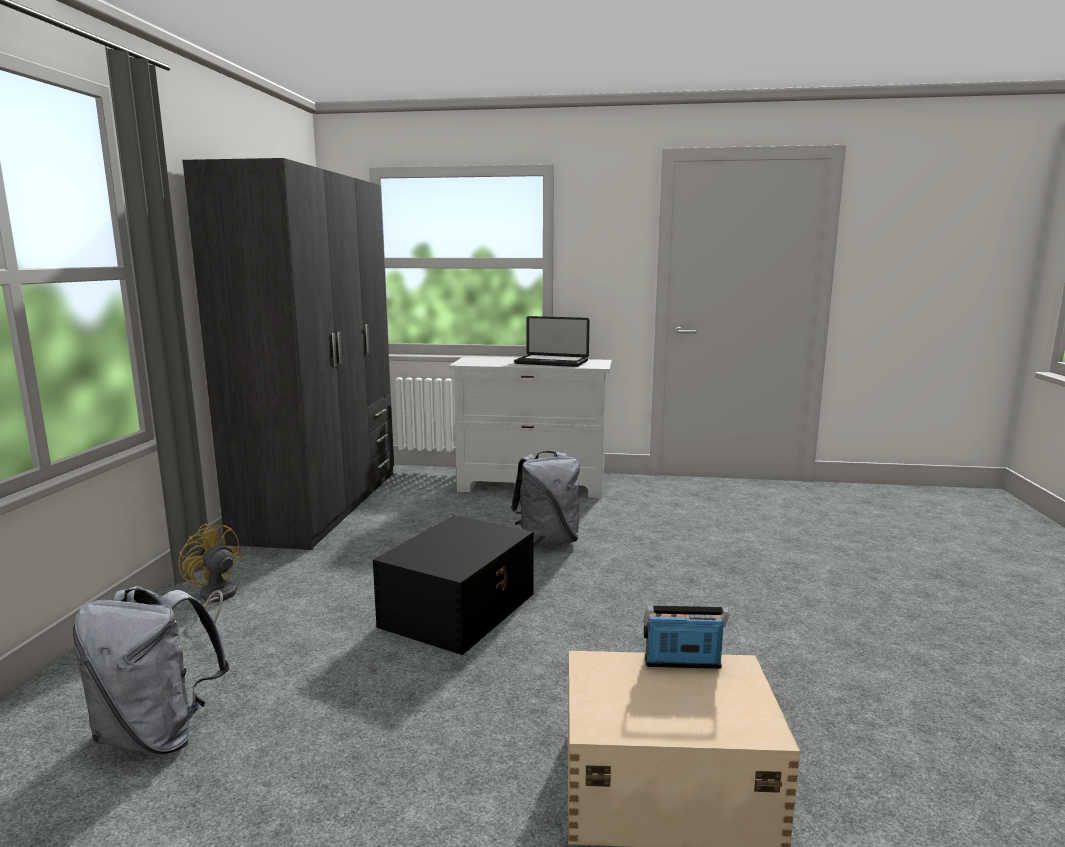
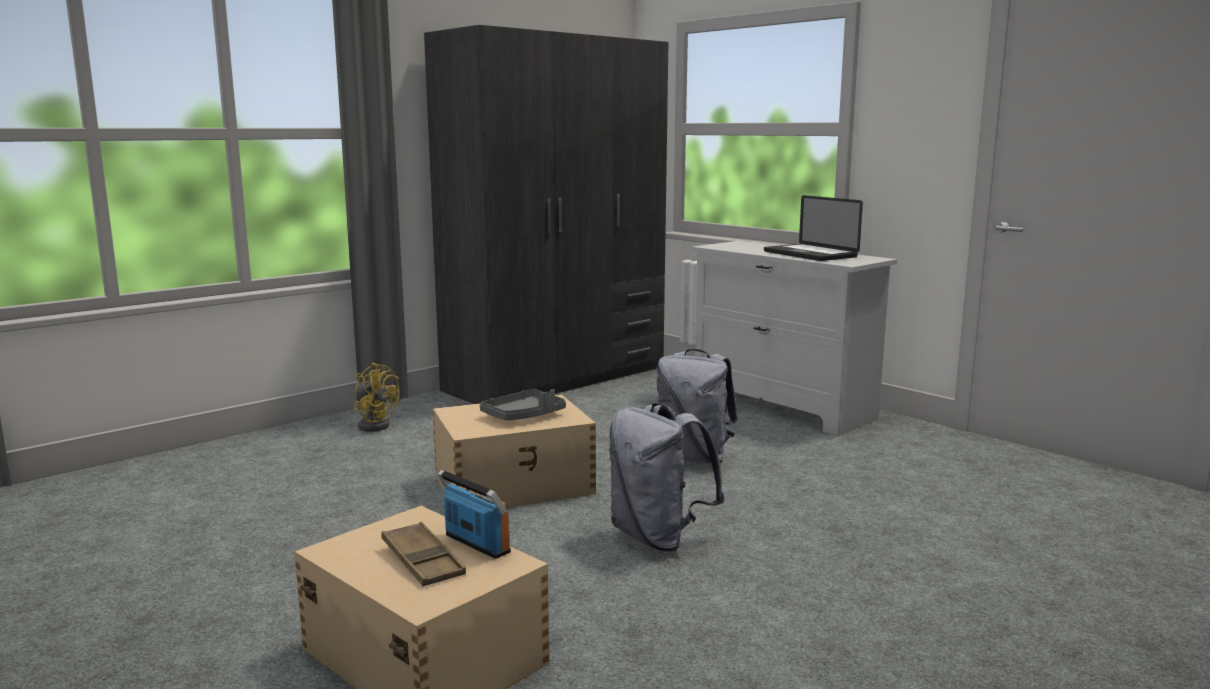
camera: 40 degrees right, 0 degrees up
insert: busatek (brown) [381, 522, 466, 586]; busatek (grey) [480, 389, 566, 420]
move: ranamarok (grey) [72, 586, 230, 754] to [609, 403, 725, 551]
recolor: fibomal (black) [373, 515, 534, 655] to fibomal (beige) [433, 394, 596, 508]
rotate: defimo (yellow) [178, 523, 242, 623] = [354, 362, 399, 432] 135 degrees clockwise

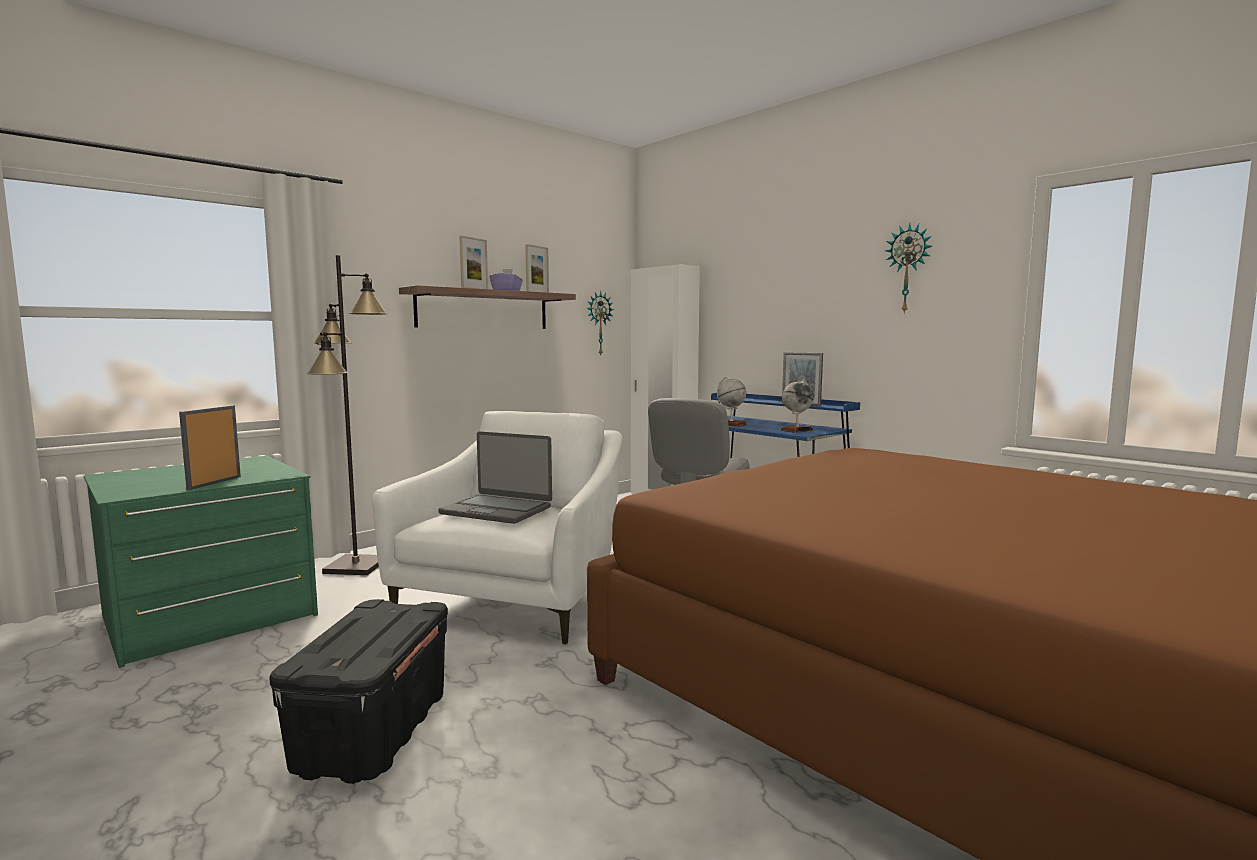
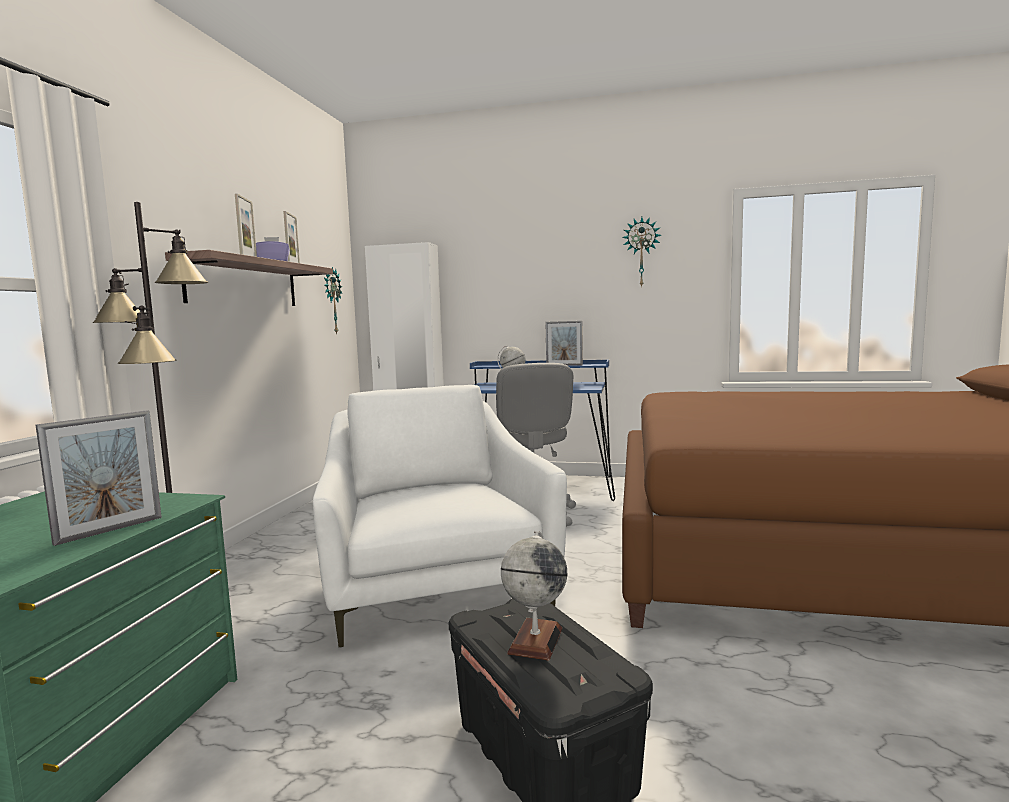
camera: 35 degrees left, 0 degrees up
delete: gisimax [438, 431, 552, 524]
move: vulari [780, 379, 814, 433] to [501, 531, 567, 661]
rotate: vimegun [179, 405, 241, 490] = [36, 410, 162, 546] 120 degrees counterclockwise

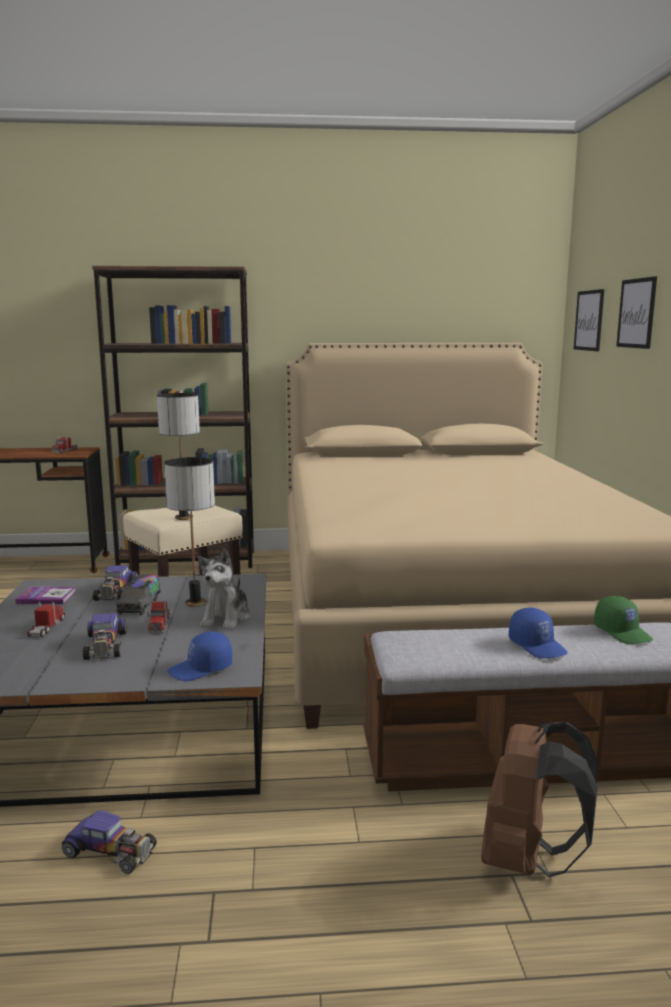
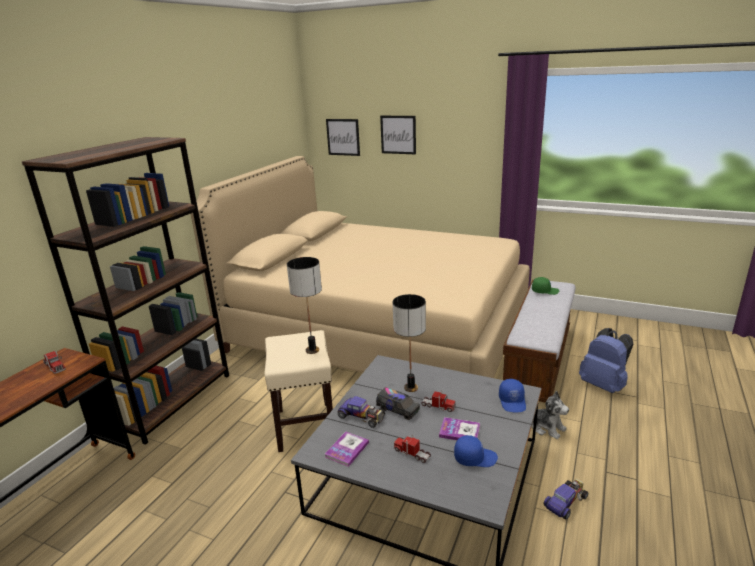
camera: 60 degrees left, 10 degrees up
move: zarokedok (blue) [509, 608, 568, 659] to [454, 435, 498, 467]; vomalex [198, 548, 250, 630] to [532, 391, 569, 439]
replace: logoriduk [83, 613, 126, 660] to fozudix [439, 417, 480, 440]
recolor: ranamarok (brown) [481, 722, 599, 877] to ranamarok (blue) [579, 328, 634, 393]

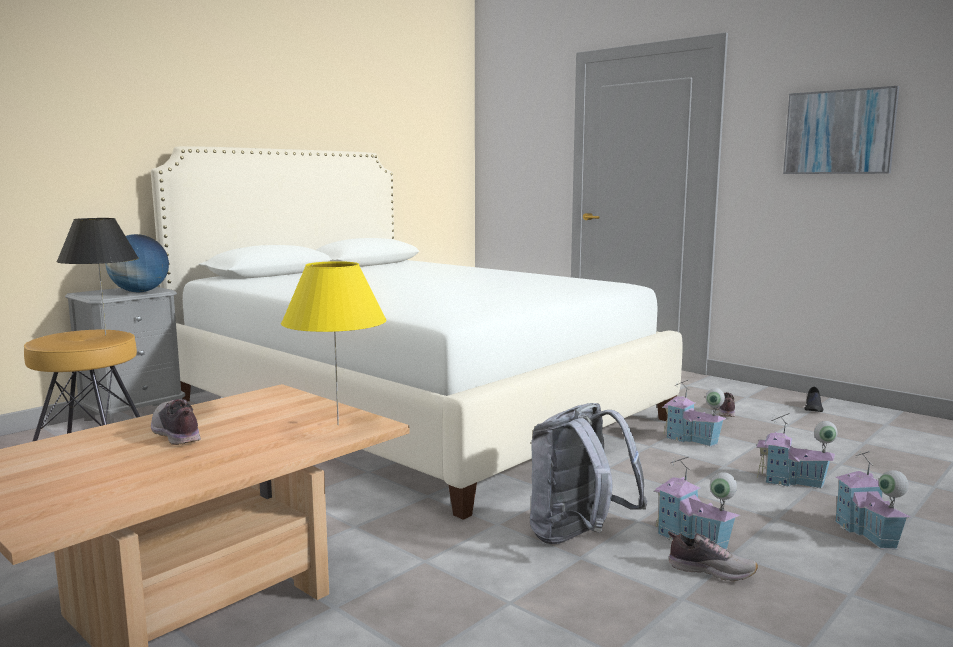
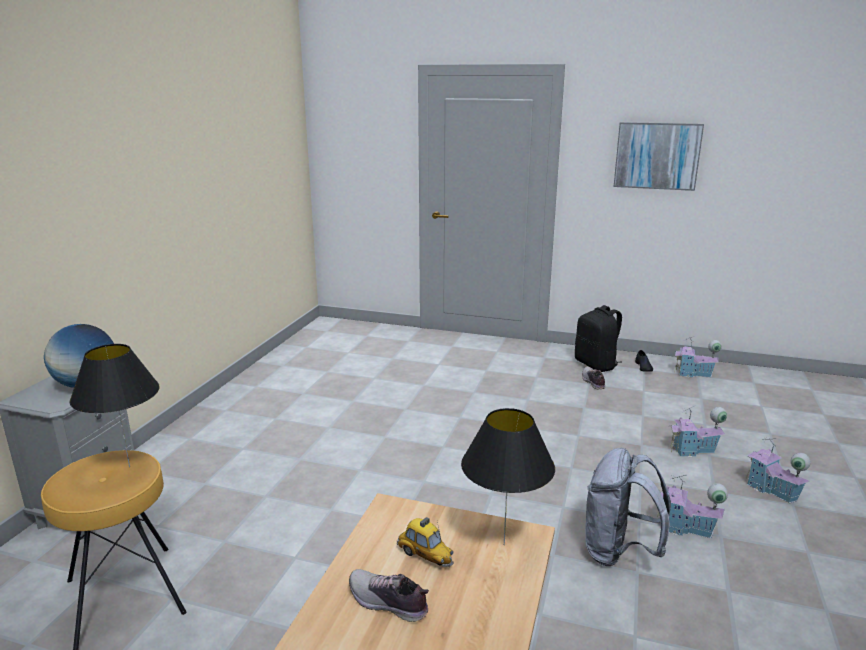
camera: 25 degrees left, 10 degrees up
delete: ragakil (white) [151, 146, 683, 520]; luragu [668, 531, 758, 581]
insert: logoriduk [396, 517, 453, 567]; ranamarok (black) [575, 305, 622, 372]
move: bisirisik [662, 380, 727, 447] to [674, 336, 722, 378]
recolor: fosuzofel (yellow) [281, 261, 387, 425] to fosuzofel (black) [461, 408, 555, 545]

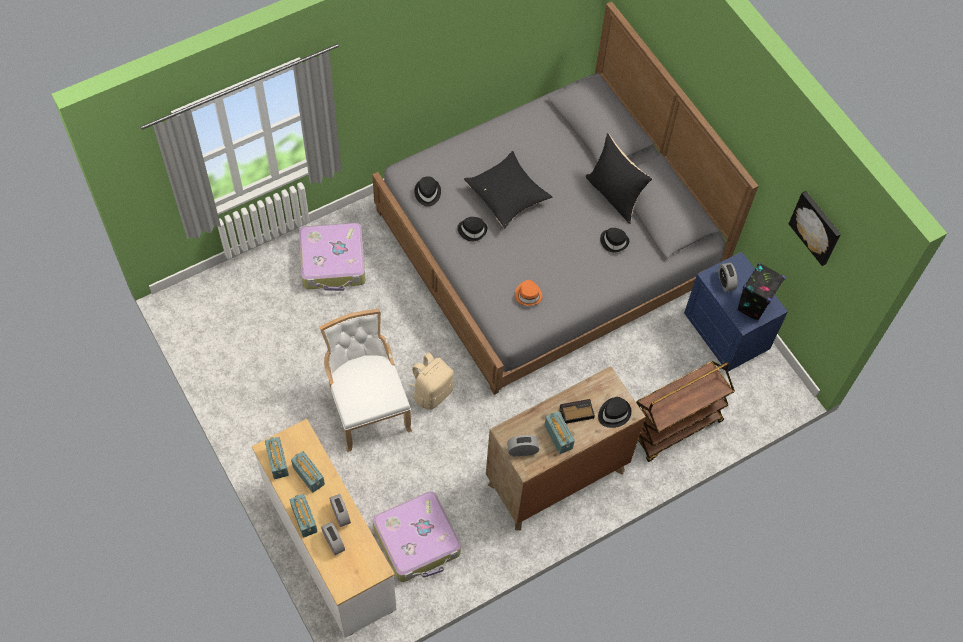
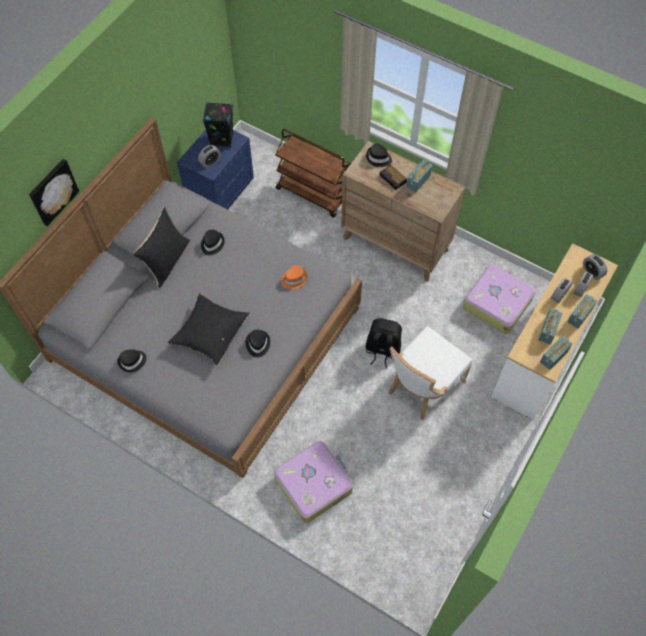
camera: 115 degrees left, 0 degrees up
move: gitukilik [789, 191, 841, 266] to [29, 159, 79, 226]; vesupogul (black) [414, 176, 441, 207] to [117, 349, 147, 372]; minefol [507, 435, 539, 457] to [583, 254, 607, 280]
recolor: ranamarok (beige) [409, 352, 454, 410] to ranamarok (black) [366, 318, 402, 368]

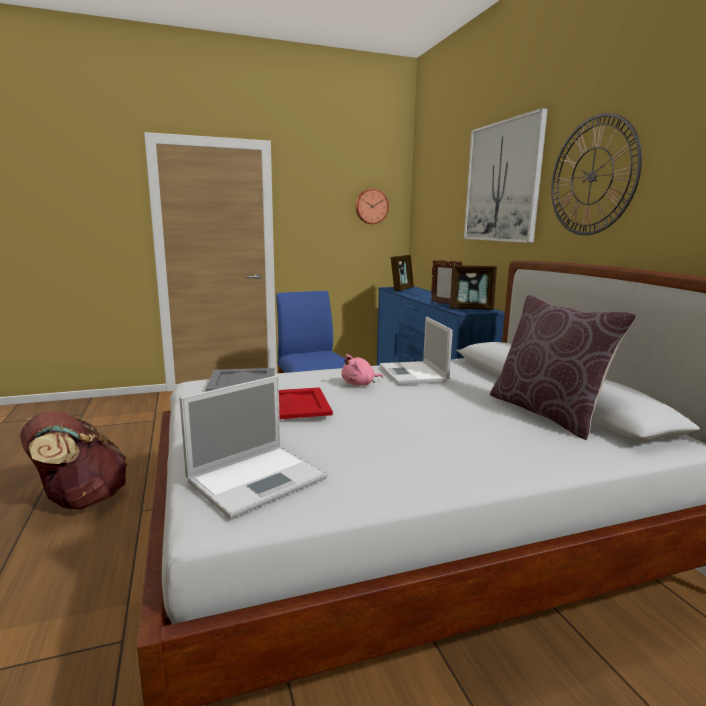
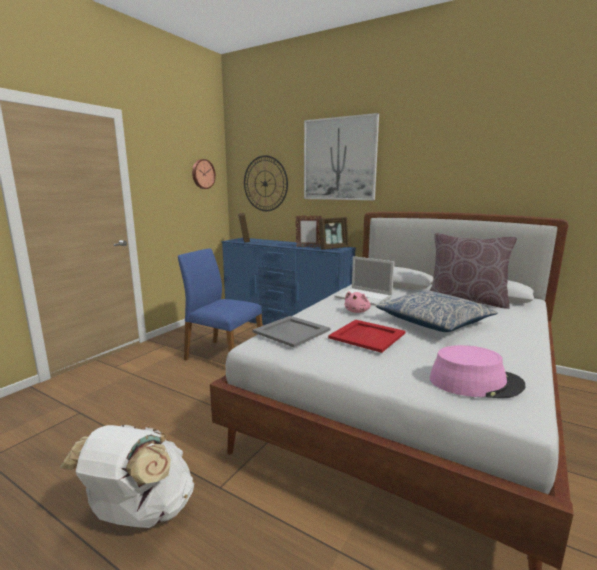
camera: 40 degrees left, 0 degrees up
insert: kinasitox [376, 291, 497, 332]
move: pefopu [551, 113, 642, 235] to [244, 155, 288, 211]
replace: gisimax [179, 376, 327, 519] to vesupogul (pink) [429, 345, 525, 398]
recolor: ranamarok (brown) [20, 411, 128, 509] to ranamarok (white) [59, 424, 194, 528]

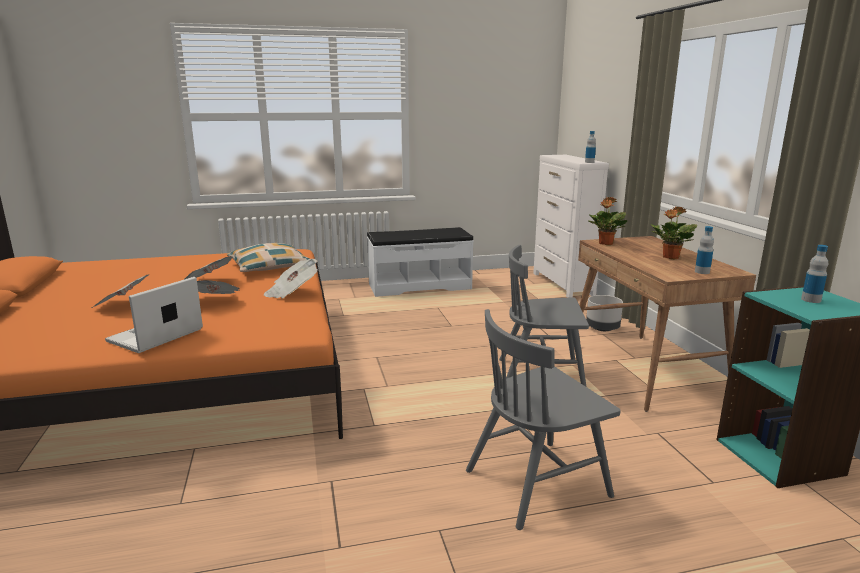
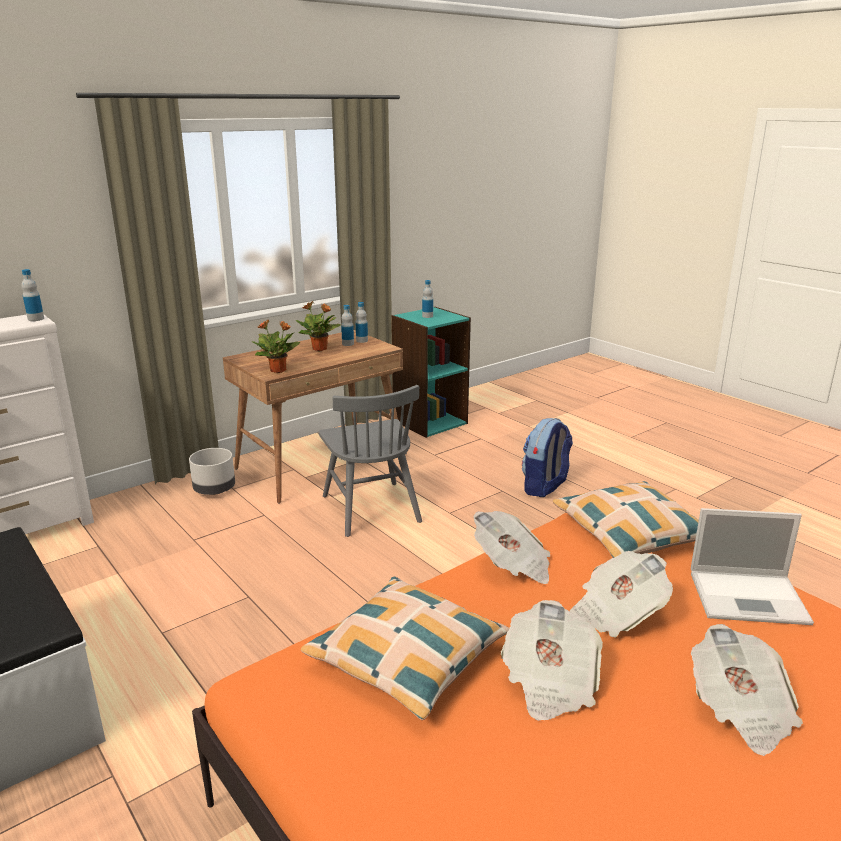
camera: 115 degrees left, 5 degrees up
insert: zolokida [341, 305, 354, 346]; kinasitox [553, 481, 699, 558]
replace: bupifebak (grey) [466, 309, 621, 530] to ranamarok [522, 418, 573, 497]

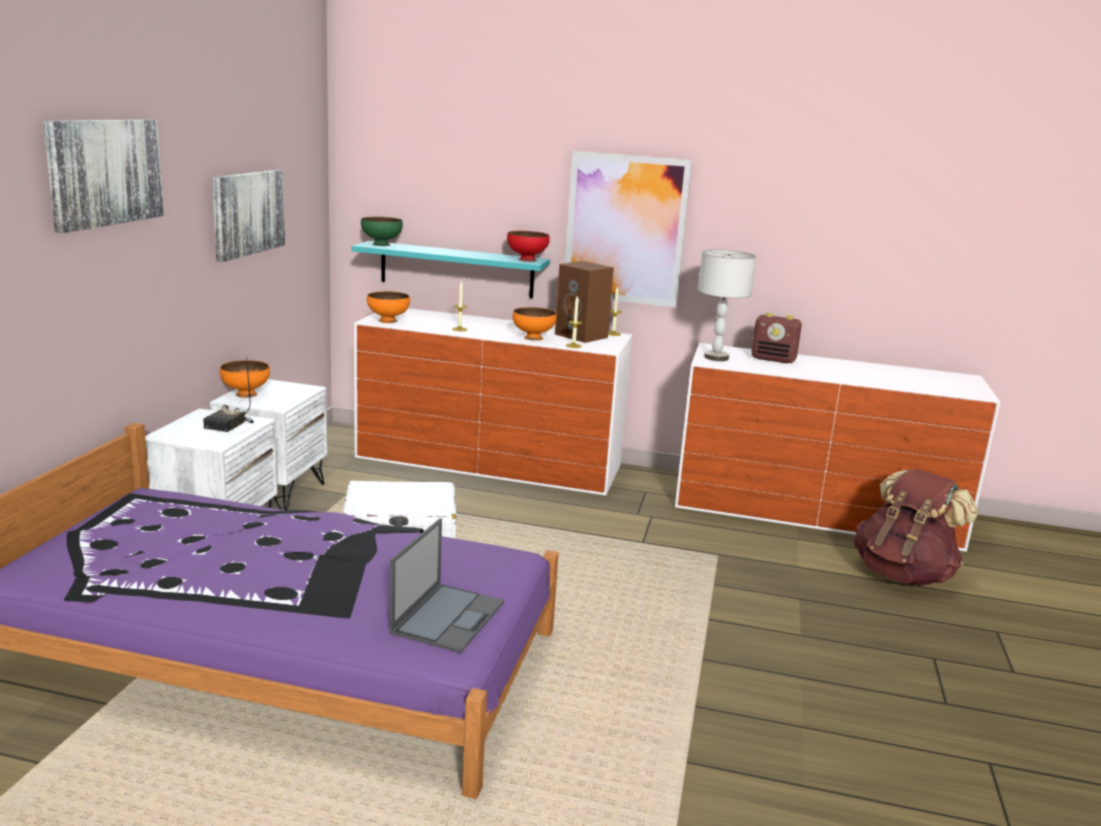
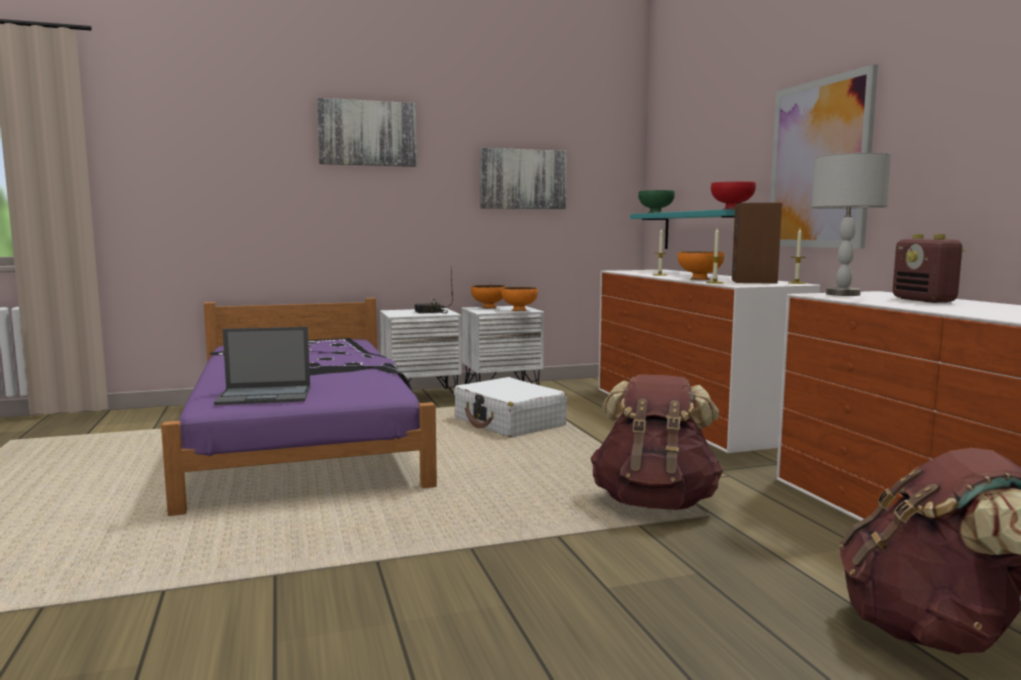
camera: 60 degrees right, 10 degrees down
insert: ranamarok (brown) [590, 374, 723, 510]
move: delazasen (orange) [367, 291, 410, 323] to [501, 287, 538, 311]

